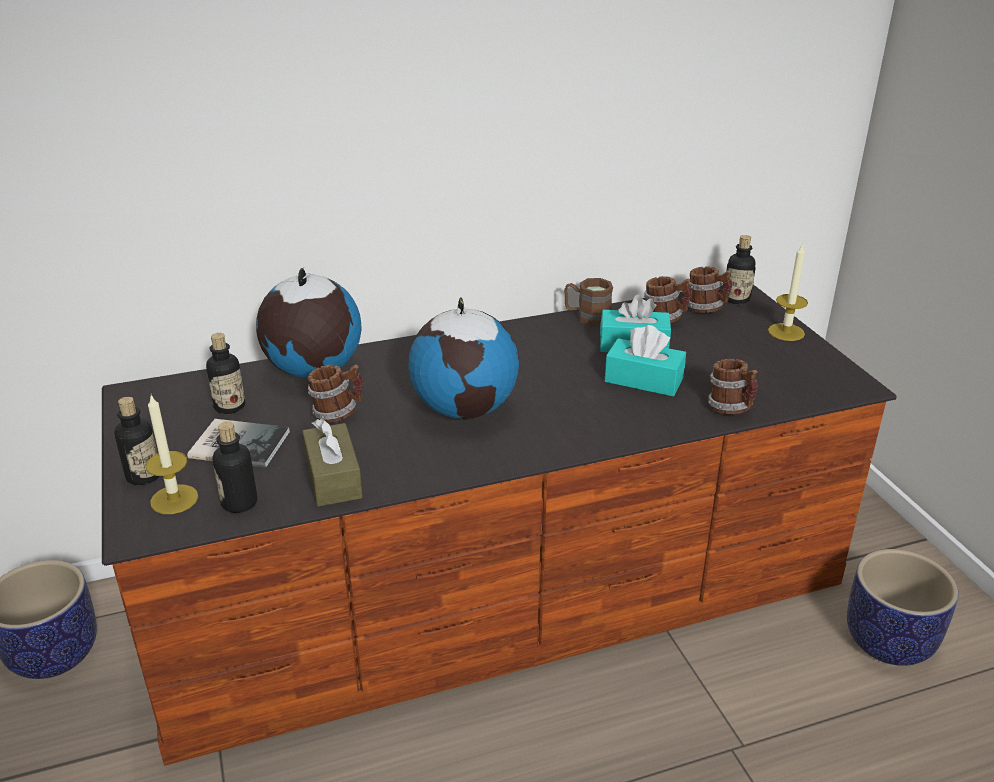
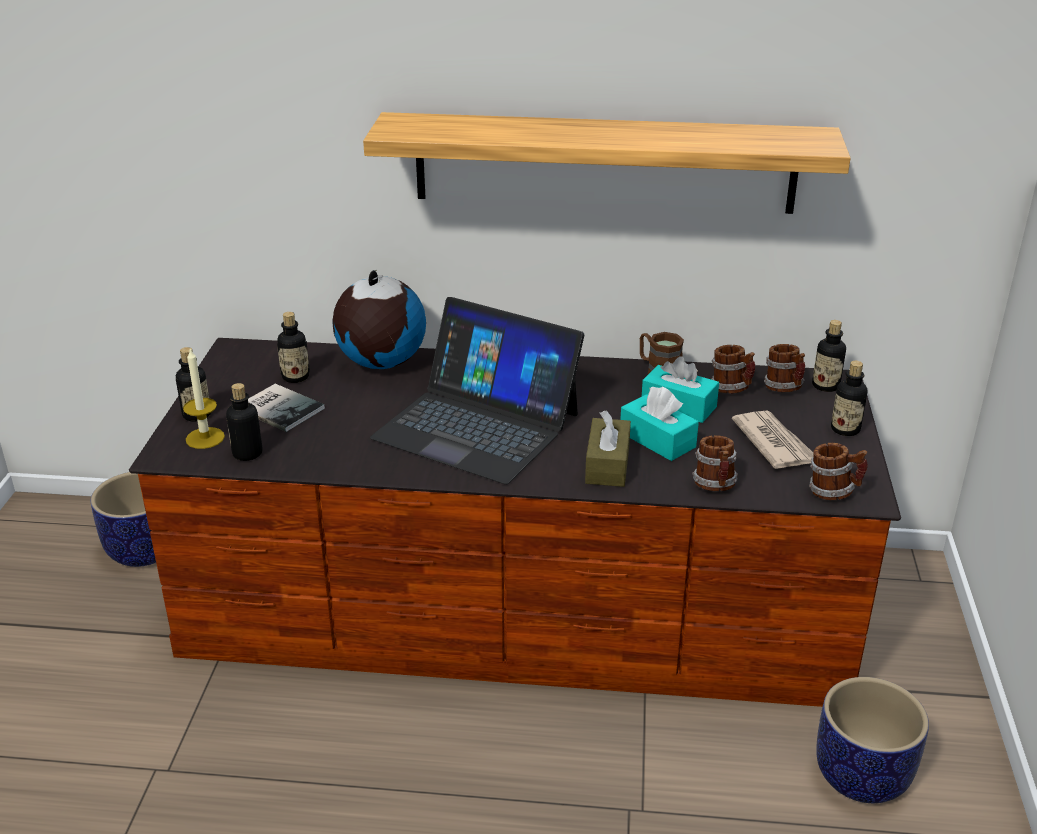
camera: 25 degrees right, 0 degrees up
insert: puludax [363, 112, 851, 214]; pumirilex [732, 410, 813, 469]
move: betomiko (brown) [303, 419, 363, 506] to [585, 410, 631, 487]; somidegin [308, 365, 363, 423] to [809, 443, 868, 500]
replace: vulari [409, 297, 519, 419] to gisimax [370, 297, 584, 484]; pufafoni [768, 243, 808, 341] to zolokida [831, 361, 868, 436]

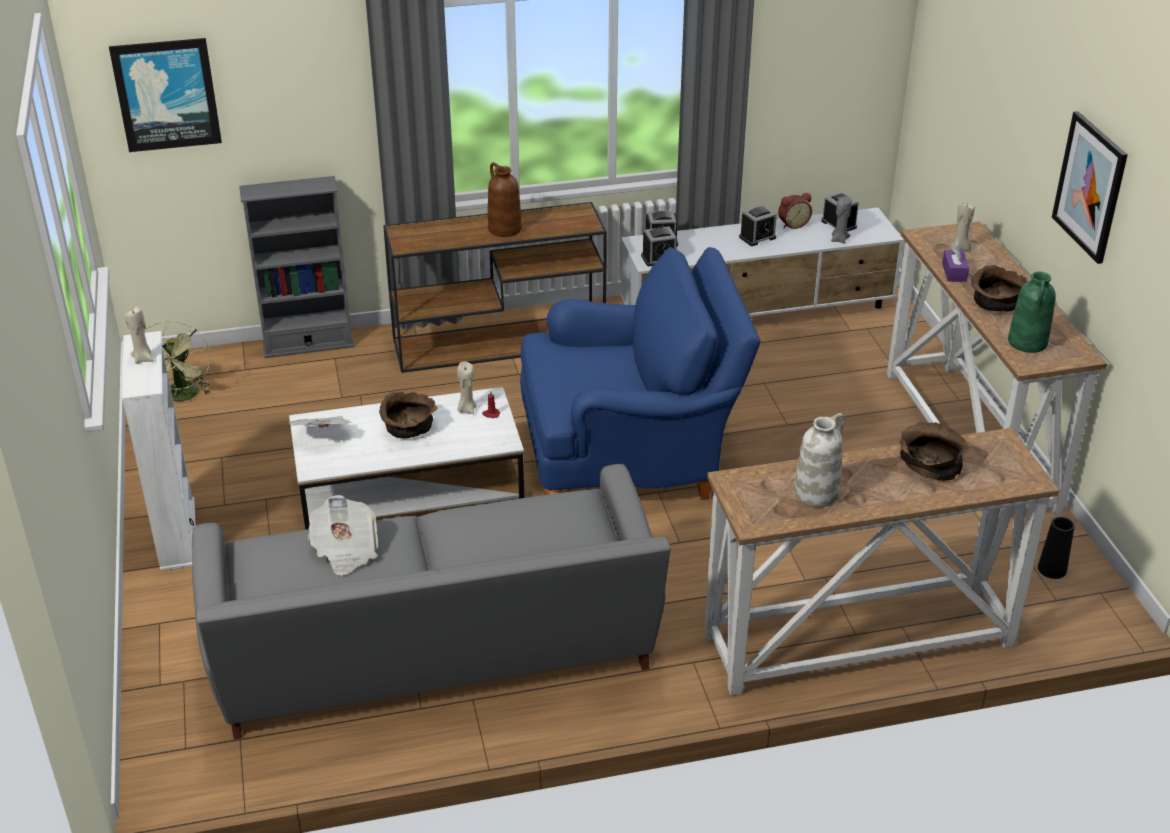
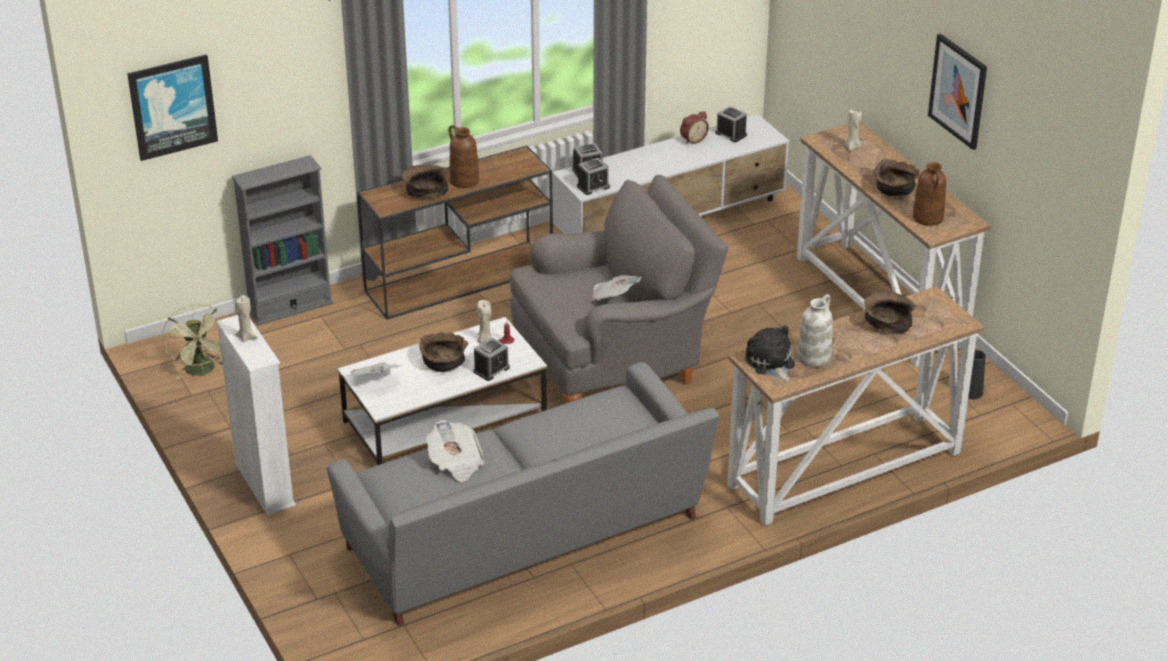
camera: 15 degrees left, 0 degrees up
delete: pufafoni (grey) [831, 197, 851, 243]; betomiko (purple) [942, 245, 969, 282]
insert: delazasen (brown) [402, 165, 448, 198]; pumirilex [591, 275, 641, 301]; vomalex [745, 325, 795, 382]
move: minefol [739, 205, 777, 246] to [473, 337, 510, 381]
recolor: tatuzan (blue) [520, 247, 761, 500] to tatuzan (grey) [510, 175, 728, 404]; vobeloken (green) [1008, 272, 1056, 353] to vobeloken (brown) [913, 162, 946, 226]

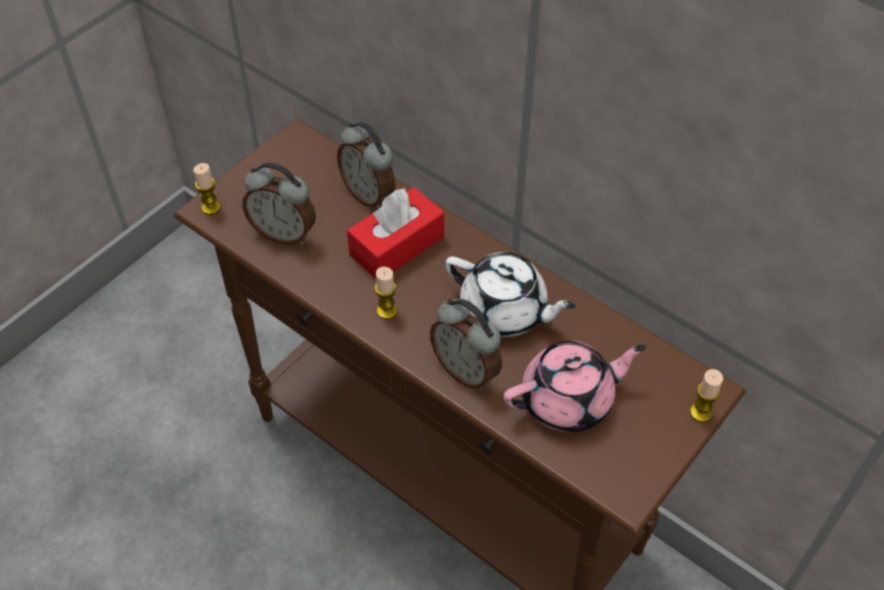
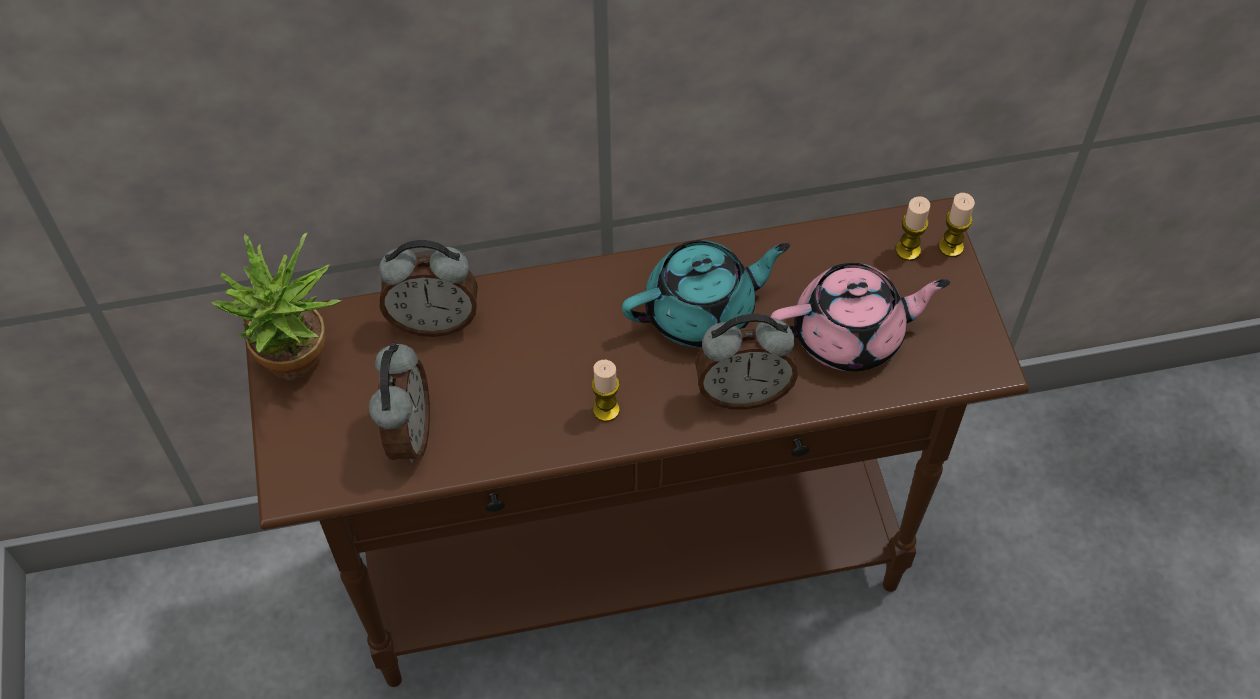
camera: 50 degrees left, 5 degrees up
delete: betomiko (red) [347, 187, 444, 279]
insert: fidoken [211, 233, 341, 381]
move: pufafoni [193, 163, 221, 215] to [896, 196, 930, 261]
recolor: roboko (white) [445, 252, 576, 337] to roboko (turquoise) [622, 240, 790, 348]
rotate: minefol [242, 162, 316, 245] = [369, 342, 430, 463] 60 degrees counterclockwise; roboko (pink) [503, 340, 646, 432] = [770, 263, 950, 371] 60 degrees clockwise

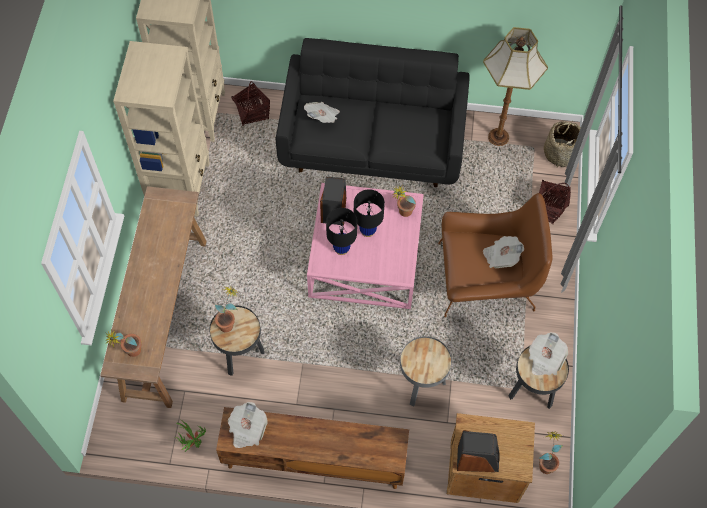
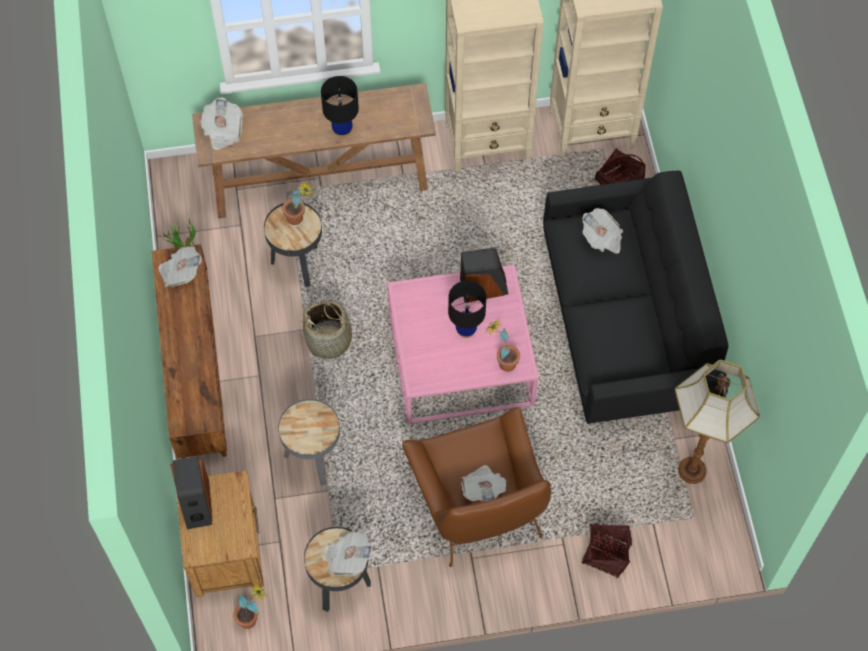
camera: 75 degrees right, 0 degrees up
move: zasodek [544, 121, 581, 167] to [299, 301, 359, 359]; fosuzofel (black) [326, 208, 357, 255] to [321, 76, 359, 137]
replace: fidoken [105, 329, 142, 357] to pumirilex [200, 98, 243, 150]

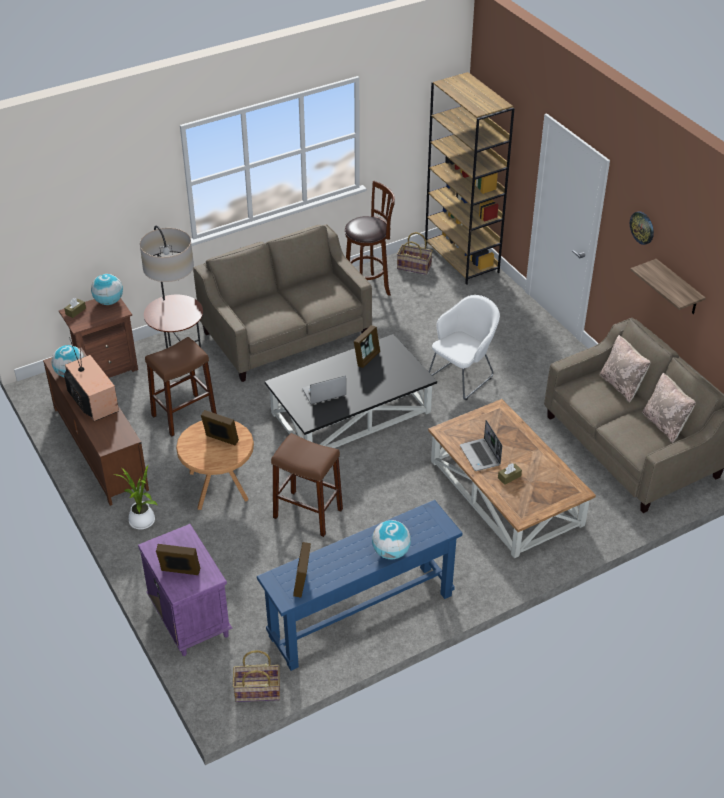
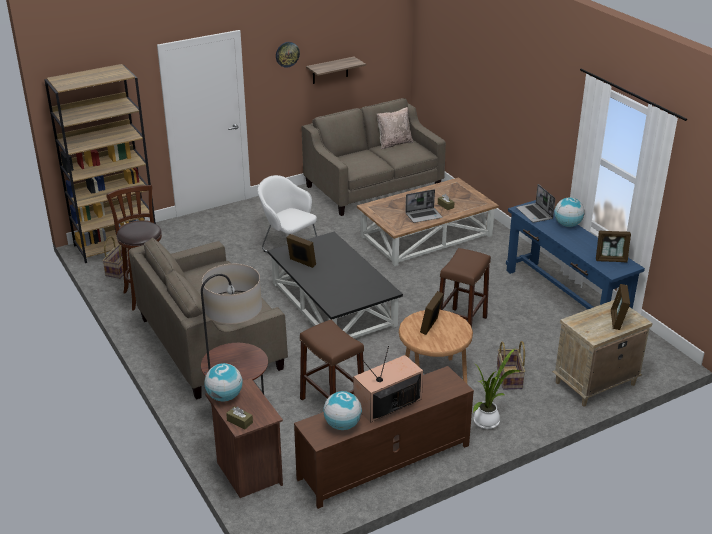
camera: 90 degrees left, 10 degrees down
delete: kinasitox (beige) [600, 335, 651, 403]
move: zasodek [233, 650, 280, 702] to [497, 341, 525, 389]; gisimax [302, 376, 346, 404] to [516, 184, 555, 222]
recolor: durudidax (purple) [138, 524, 232, 656] to durudidax (beige) [552, 300, 653, 406]

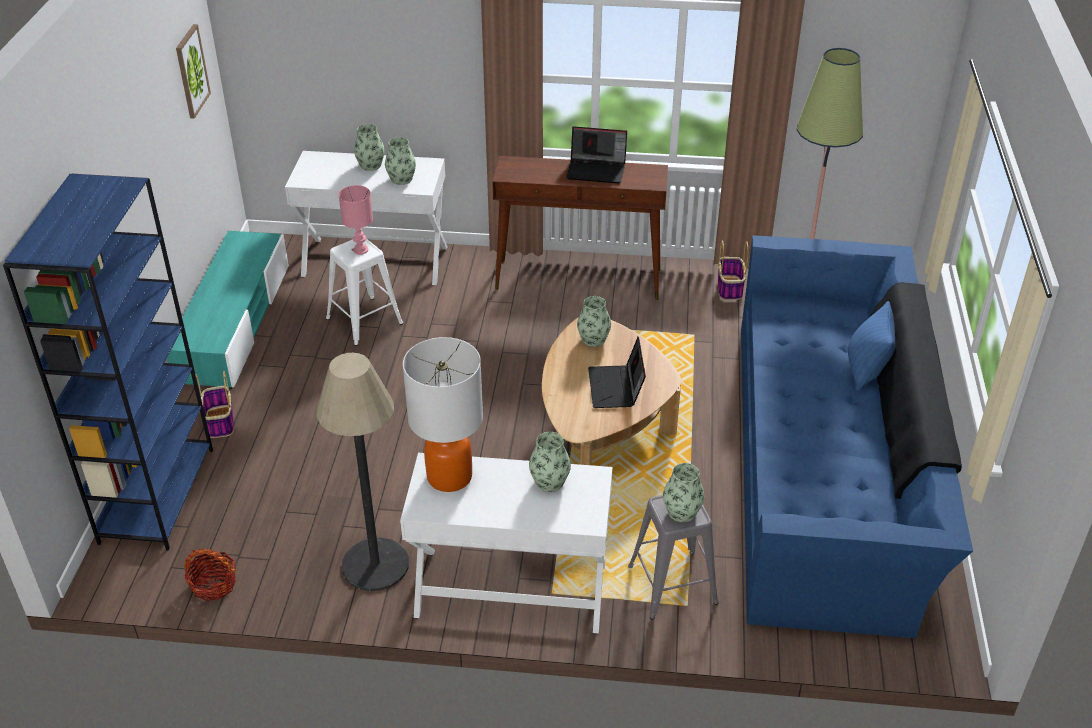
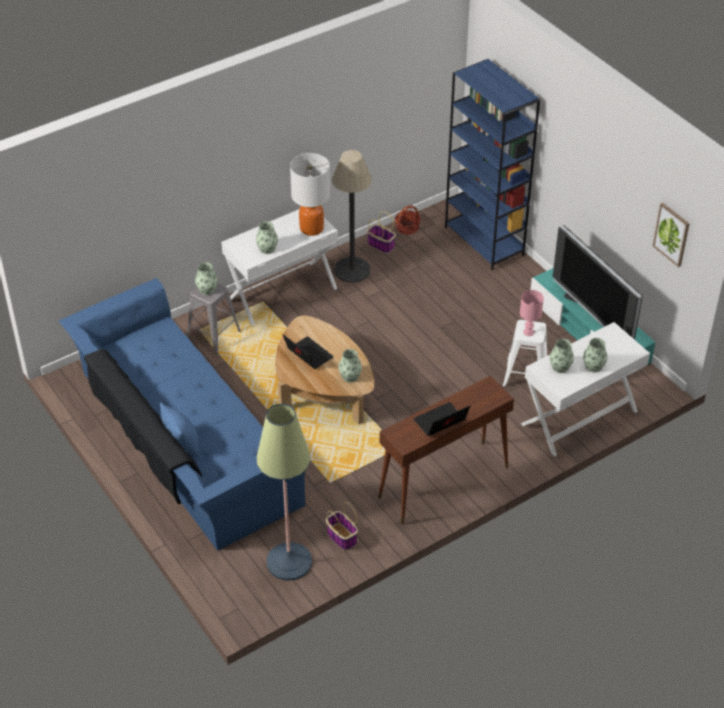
camera: 140 degrees right, 5 degrees up
insert: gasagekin [553, 225, 643, 340]
move: zasodek [195, 371, 234, 438] to [367, 211, 396, 254]

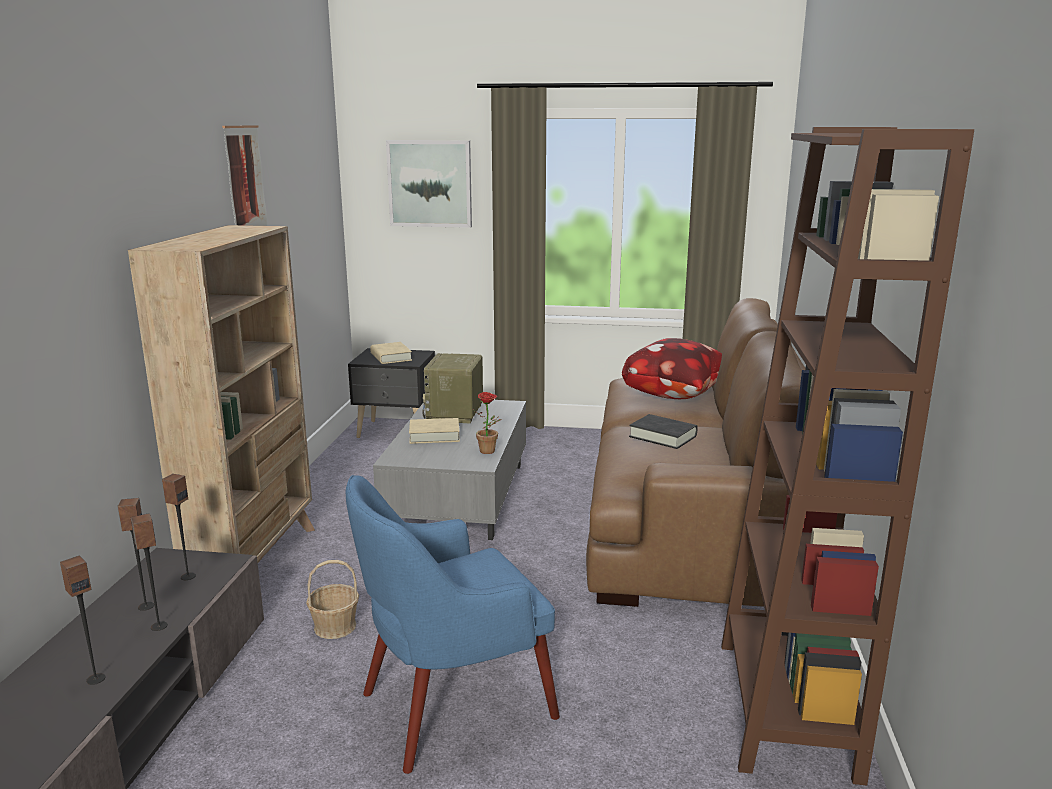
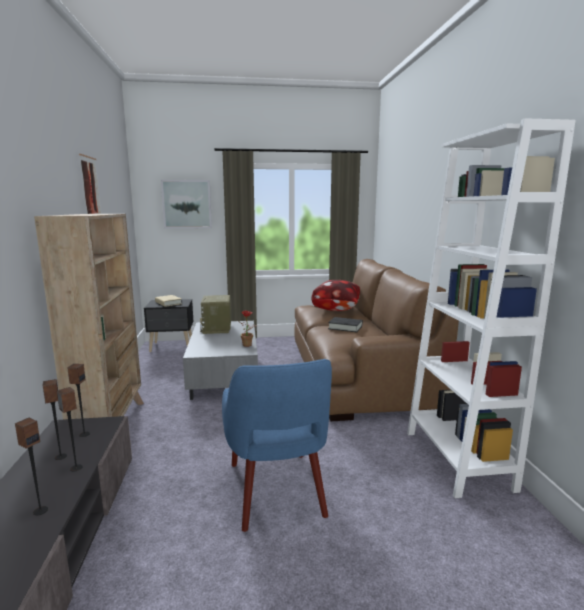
camera: 15 degrees left, 5 degrees down
delete: zasodek [306, 560, 359, 639]; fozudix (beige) [409, 418, 460, 444]
recolor: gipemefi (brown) [721, 127, 974, 785] to gipemefi (white) [407, 119, 576, 498]
rotate: tatuzan (blue) [346, 475, 560, 774] = [222, 359, 332, 532] 60 degrees counterclockwise

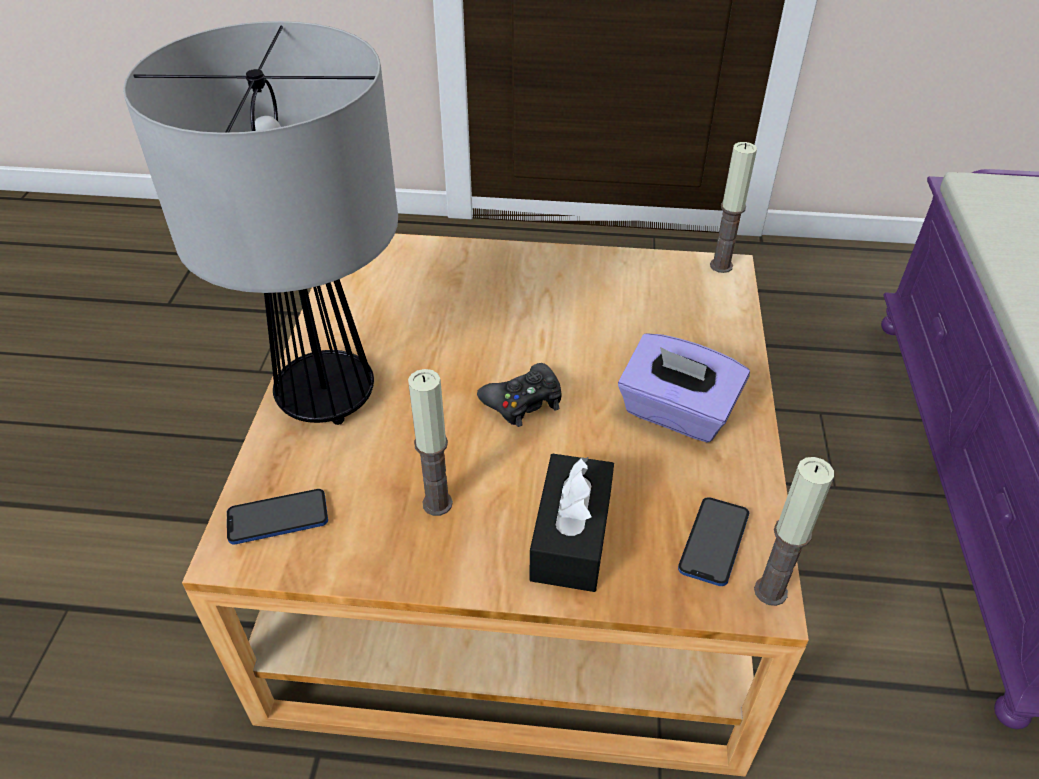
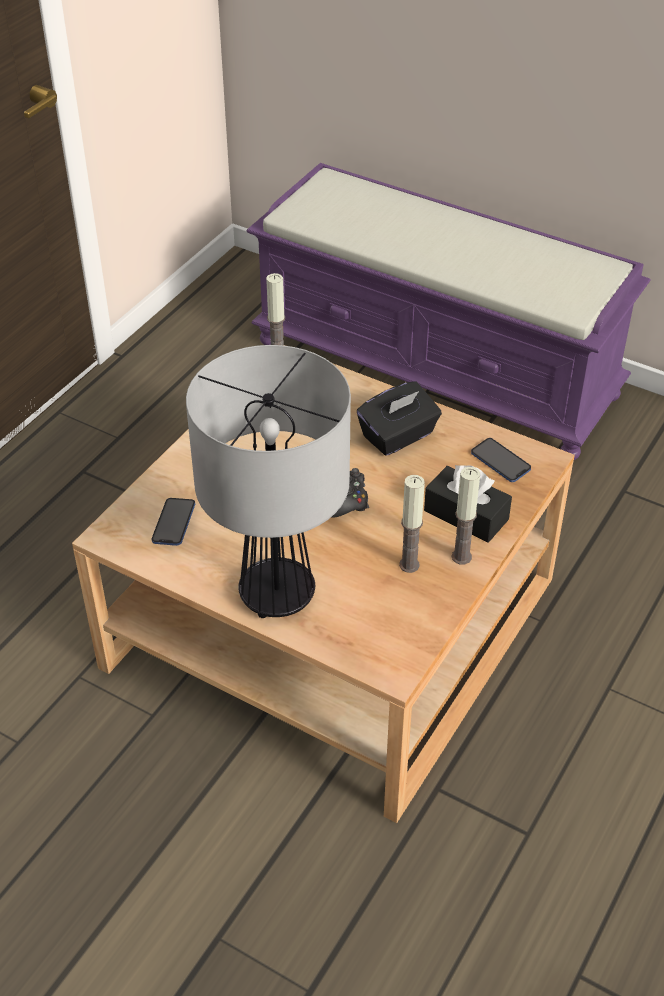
camera: 65 degrees left, 0 degrees up
move: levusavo [227, 489, 328, 545] to [152, 498, 195, 546]; pufafoni [754, 457, 834, 606] to [452, 467, 480, 565]
recolor: betomiko (purple) [618, 333, 750, 443] to betomiko (black) [357, 381, 442, 456]

